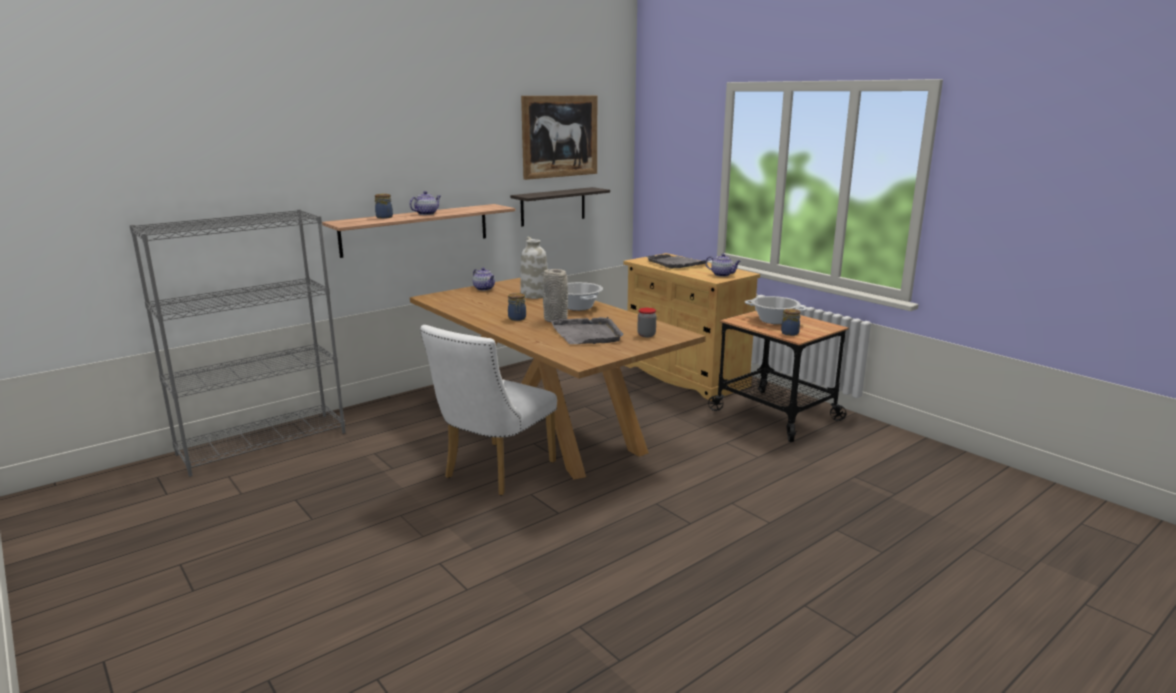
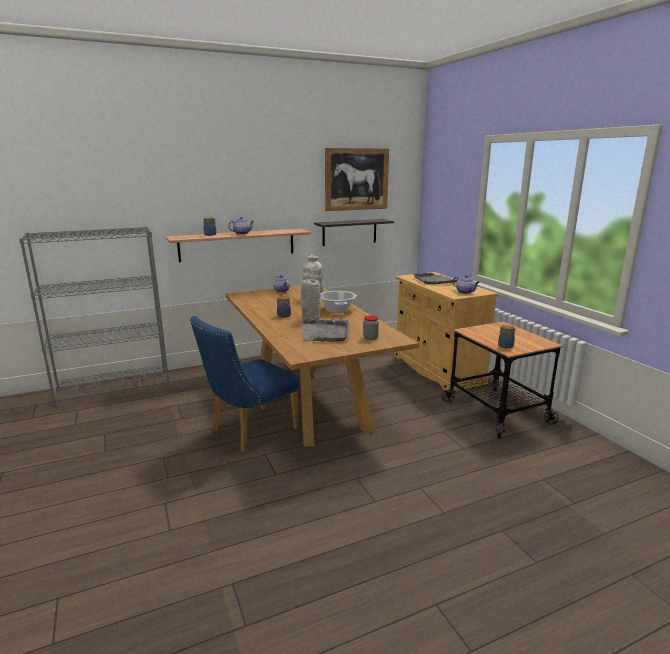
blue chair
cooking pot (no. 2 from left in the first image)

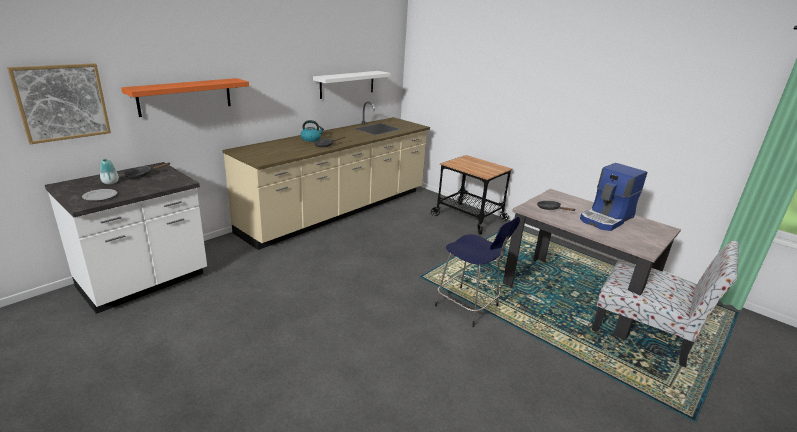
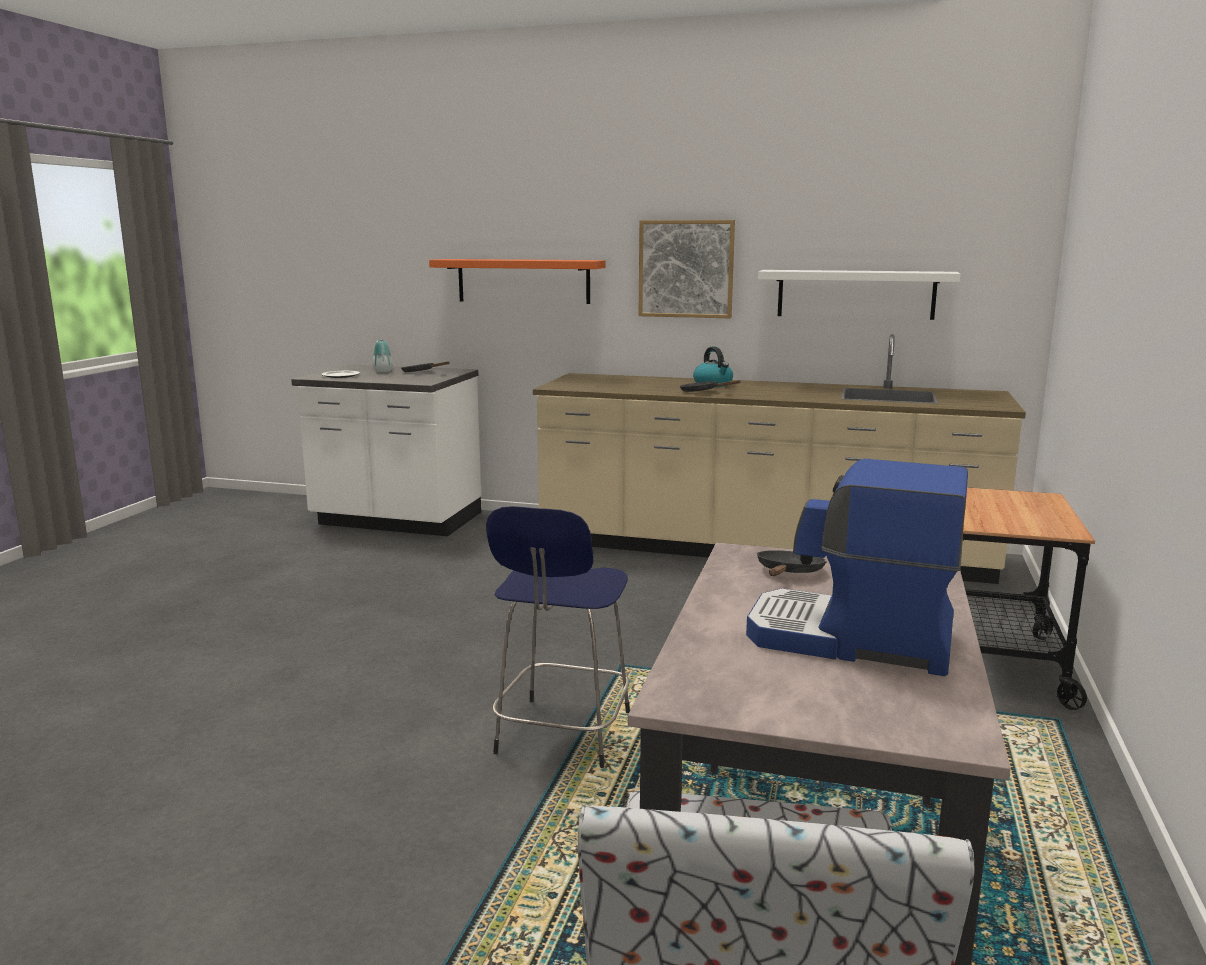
picture

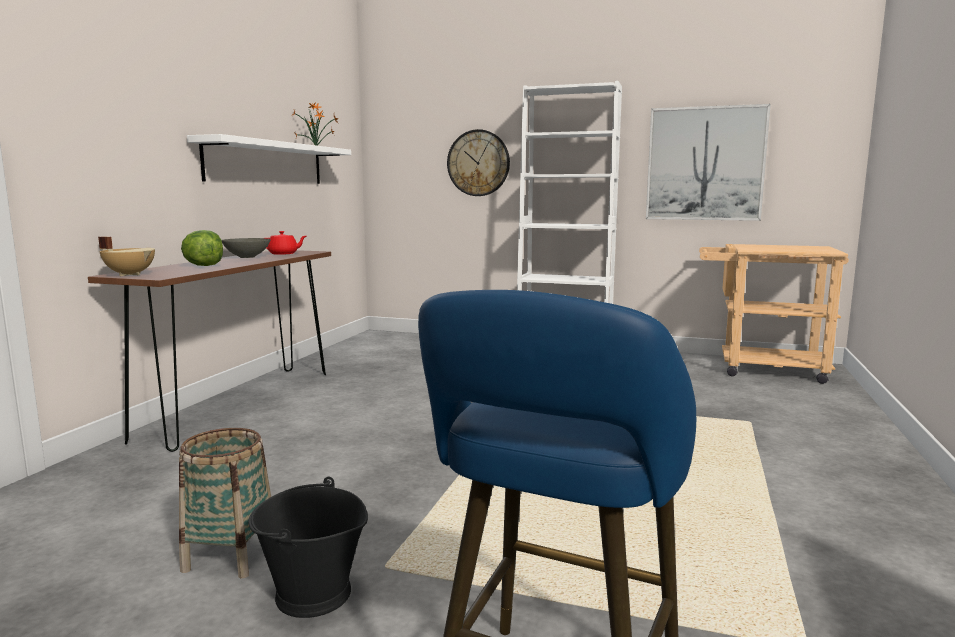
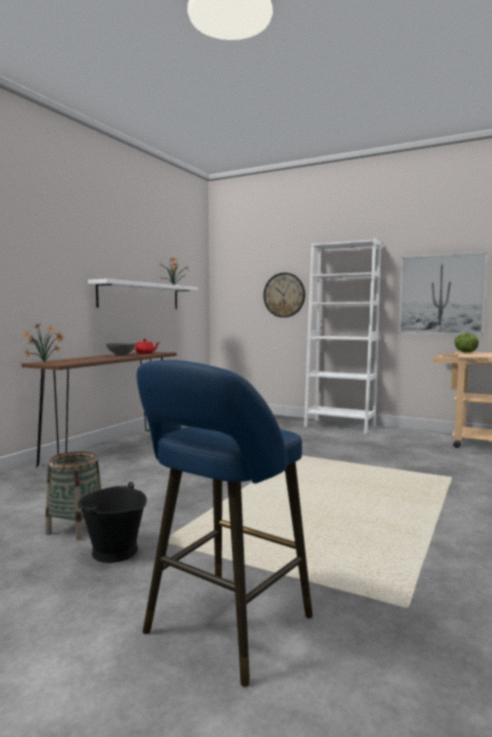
potted plant (no. 1 from left)
lettuce

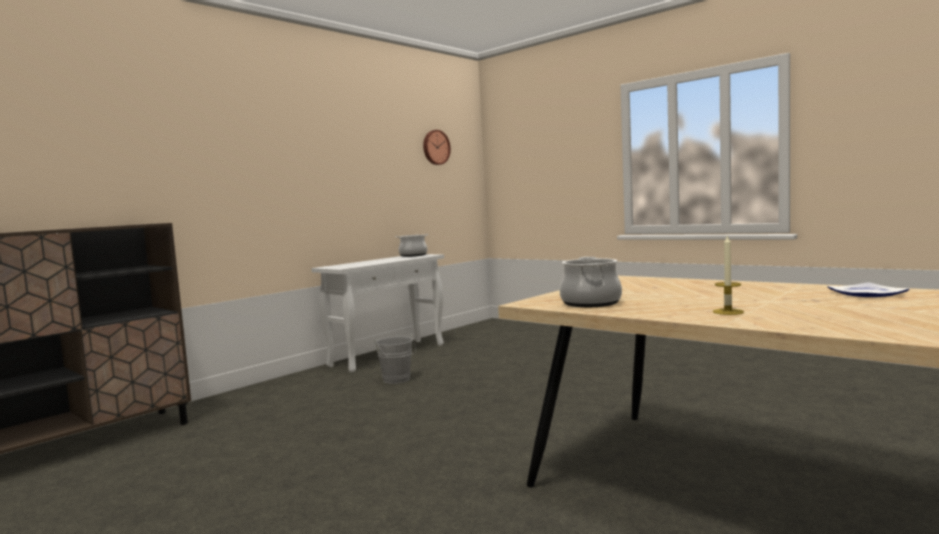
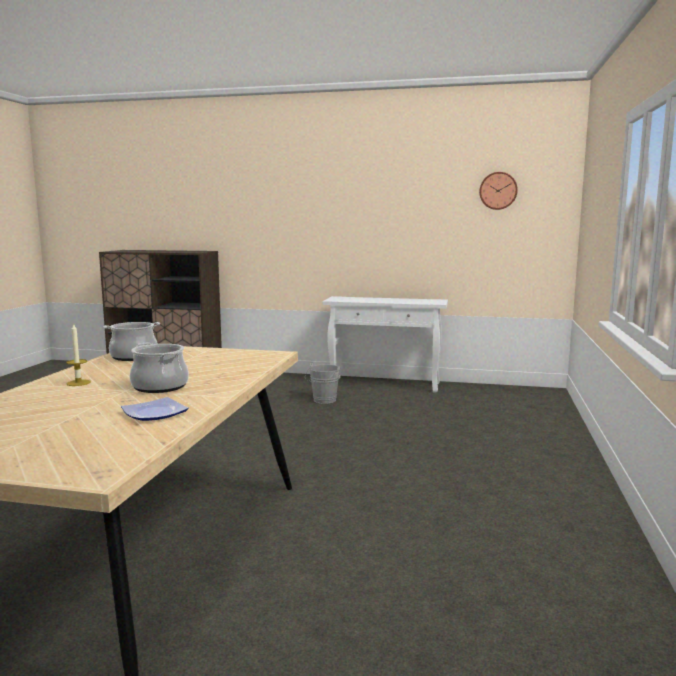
cooking pot (no. 2 from left)

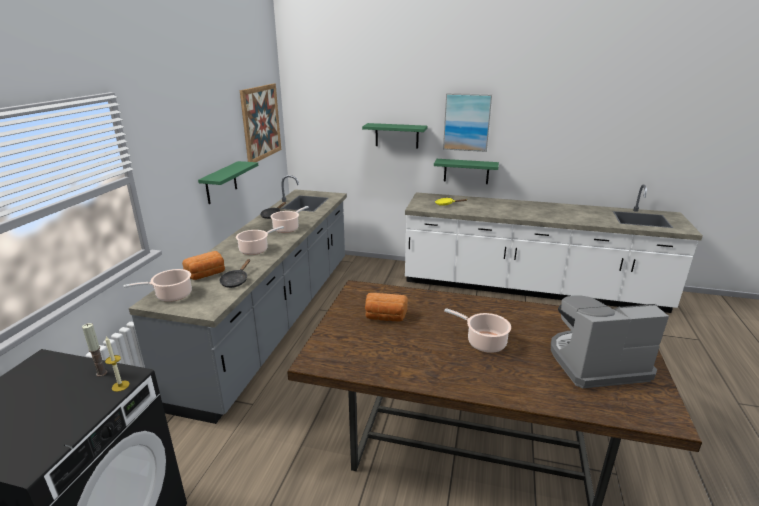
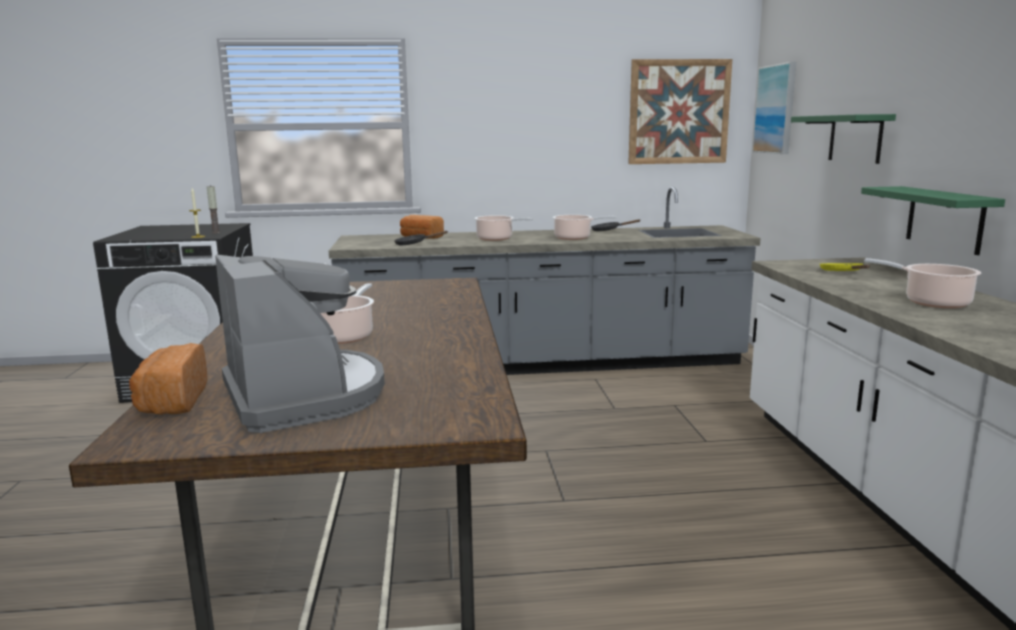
cooking pot (no. 4 from left)
green shelf (no. 1 from left in the first image)
bread (no. 1 from left)
picture (no. 2 from left)

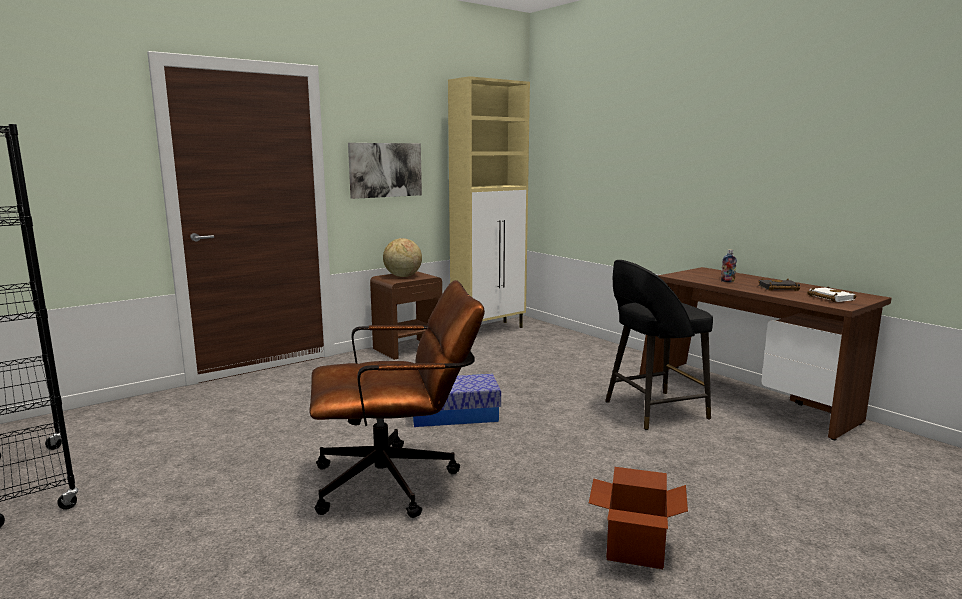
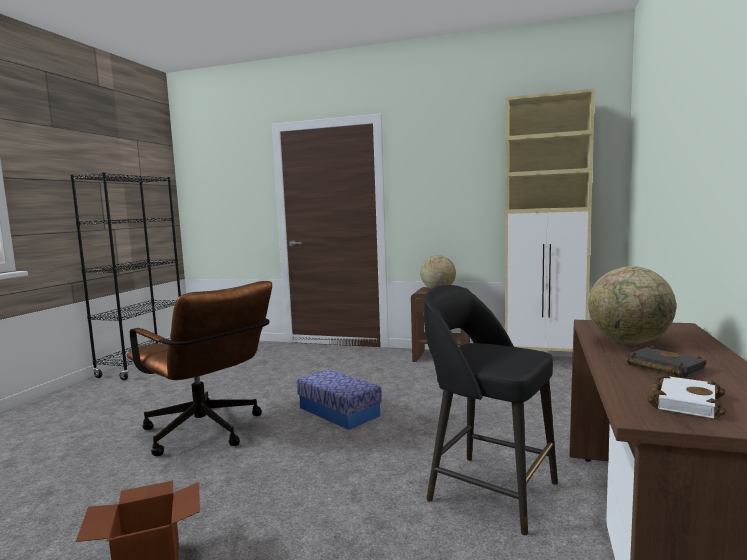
picture
globe (no. 2 from left)

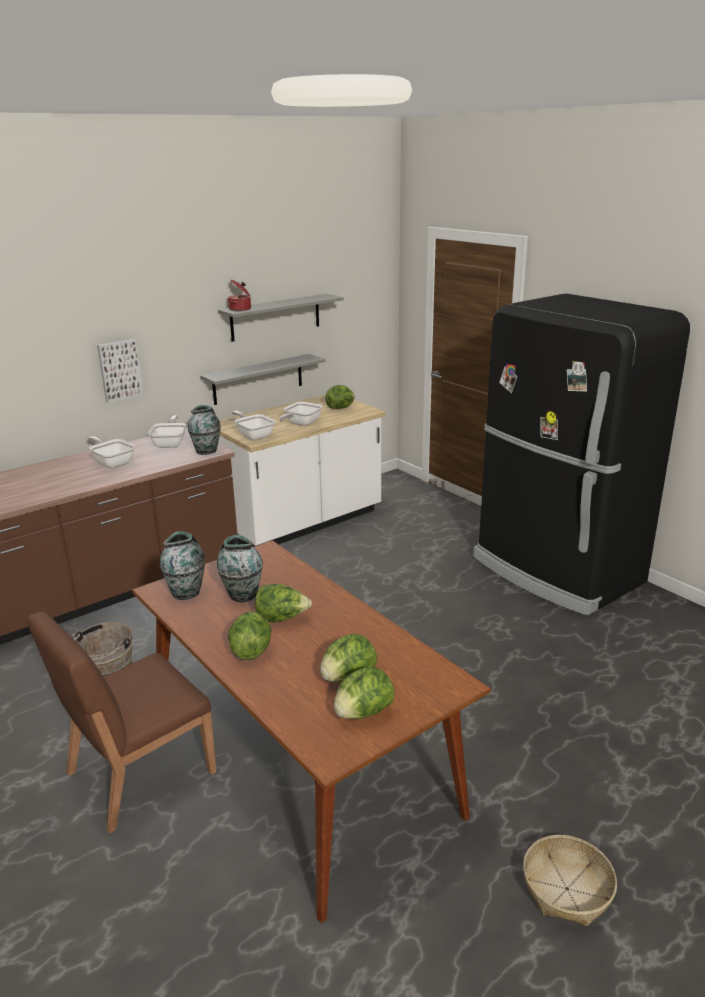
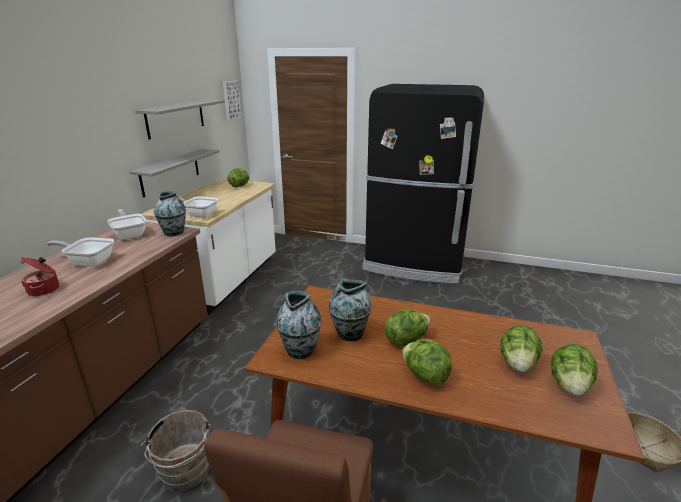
picture
cooking pot
frying pan (no. 4 from left in the first image)

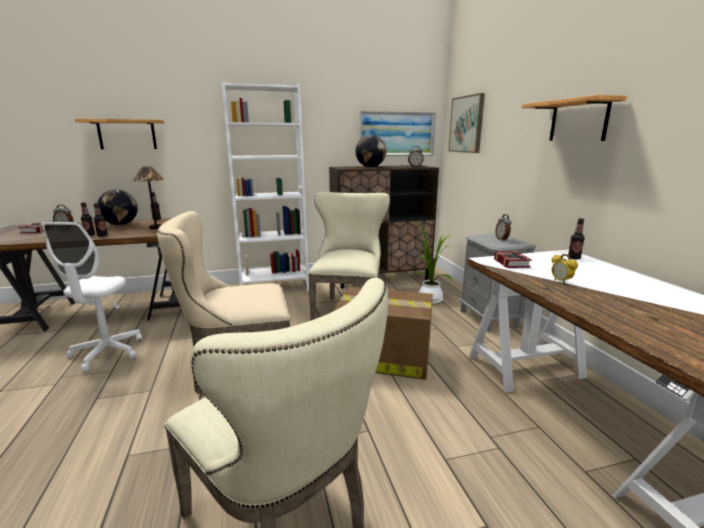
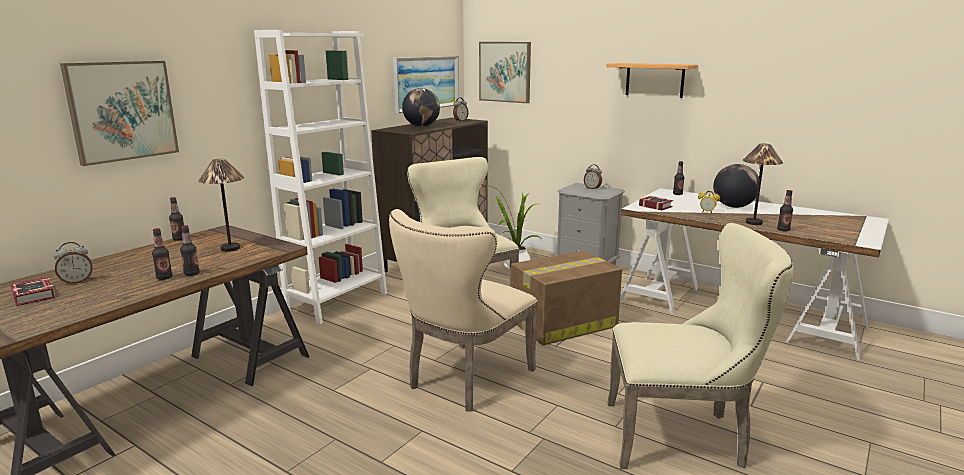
white office chair
picture (no. 1 from left)
globe (no. 2 from left)
table lamp (no. 2 from left)
bottle (no. 5 from left)

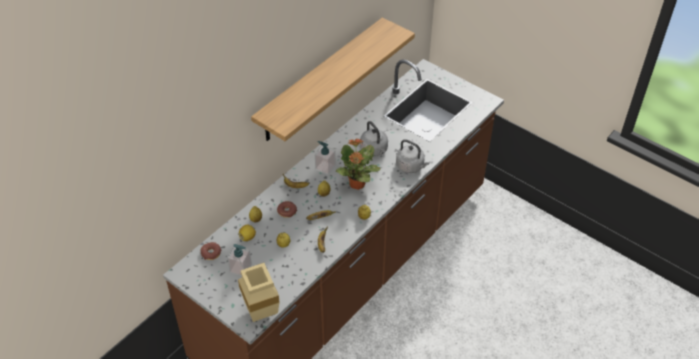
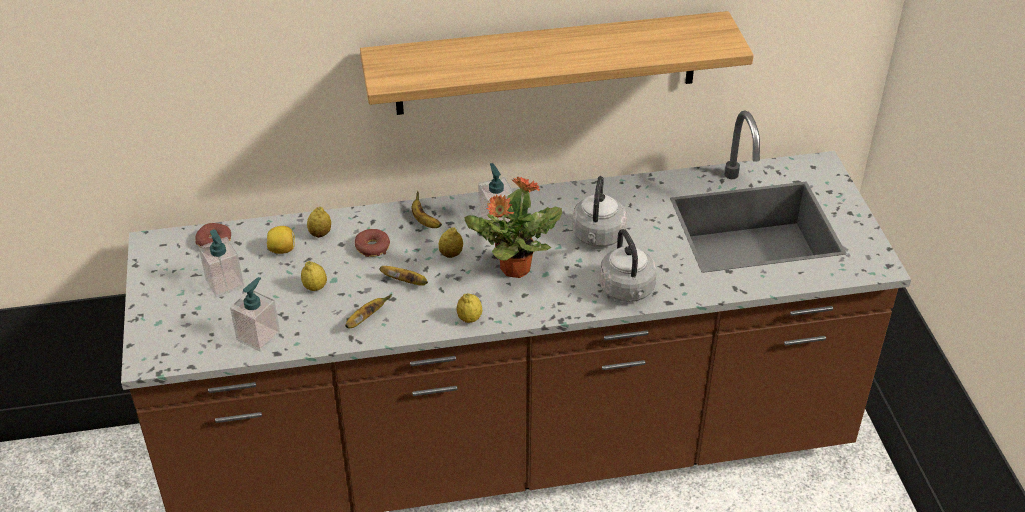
beige vase
soap dispenser (no. 2 from left)

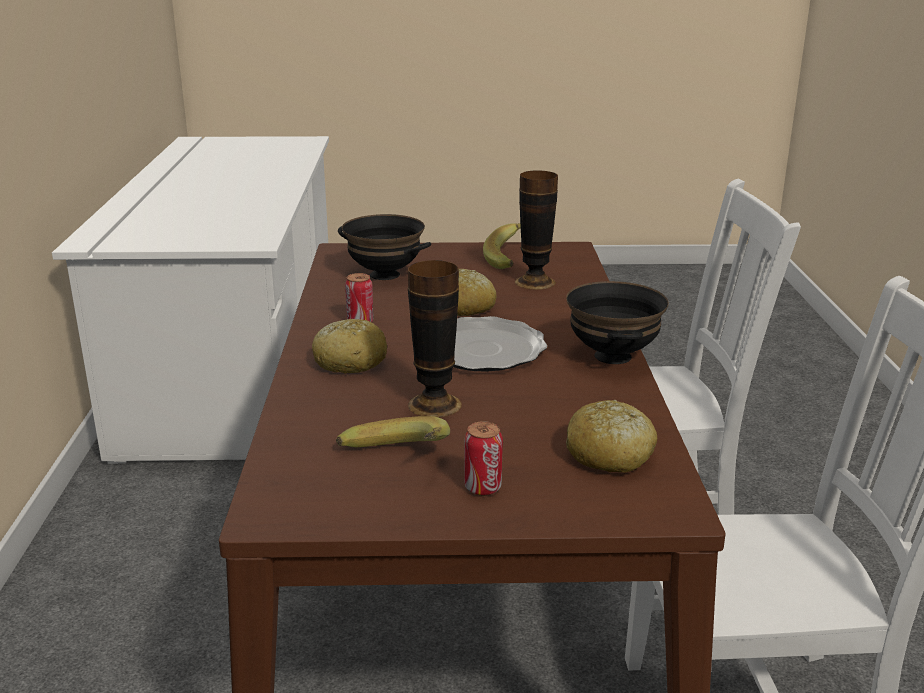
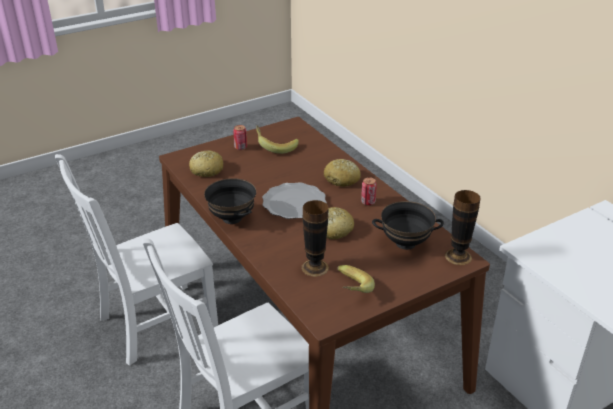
vase (no. 2 from left)

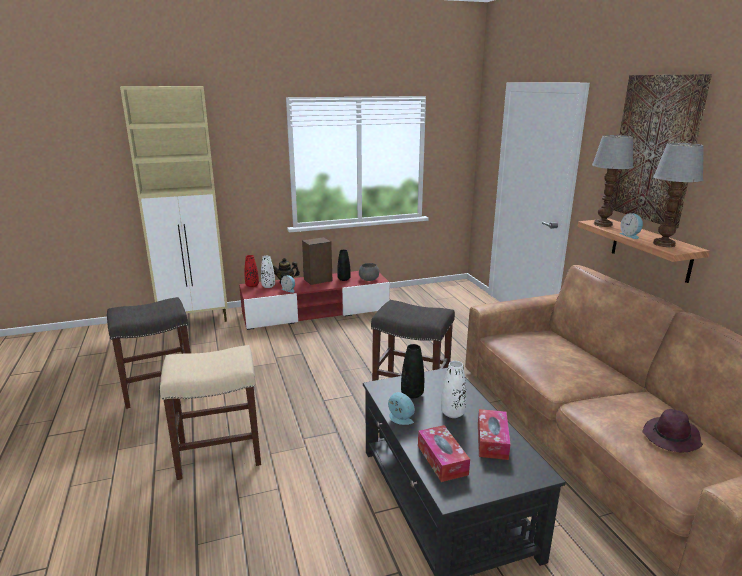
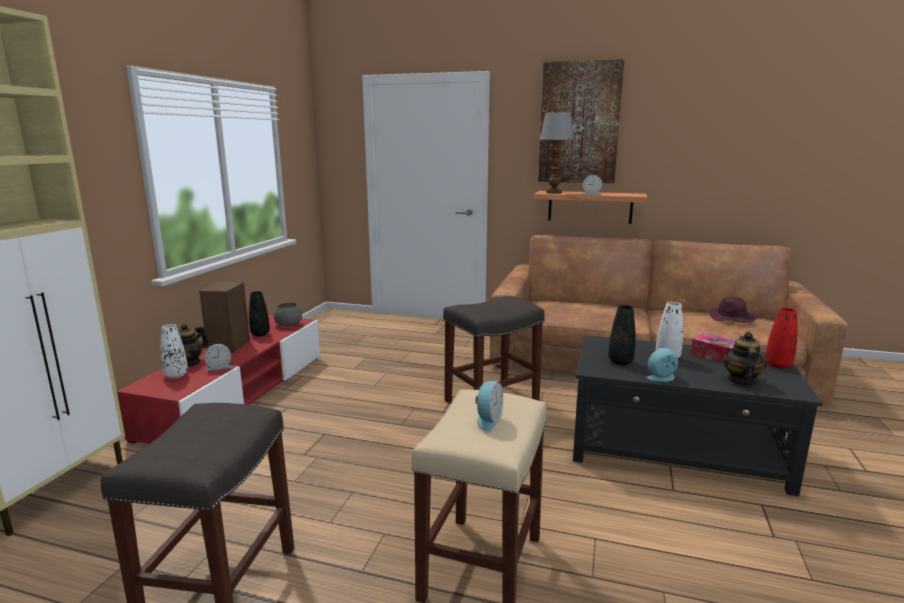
red vase
teapot (no. 2 from left)
table lamp (no. 2 from left in the first image)
alarm clock (no. 2 from left)

